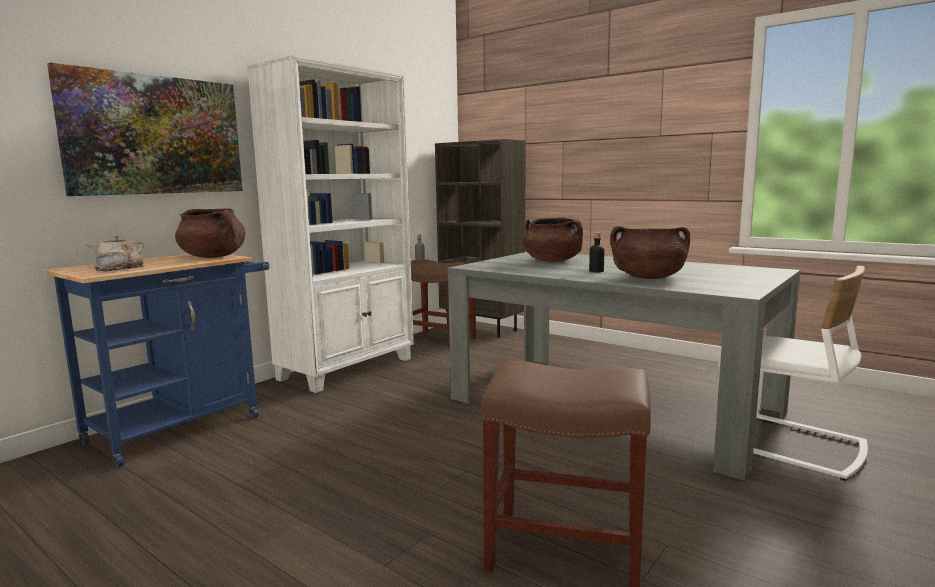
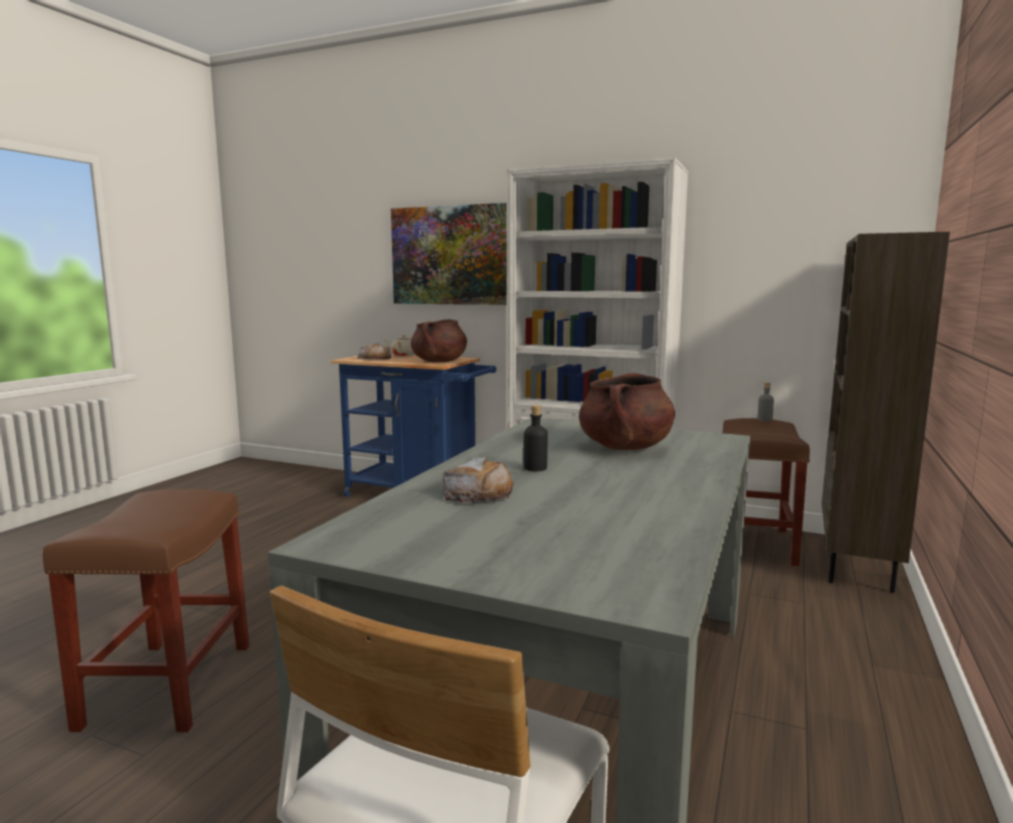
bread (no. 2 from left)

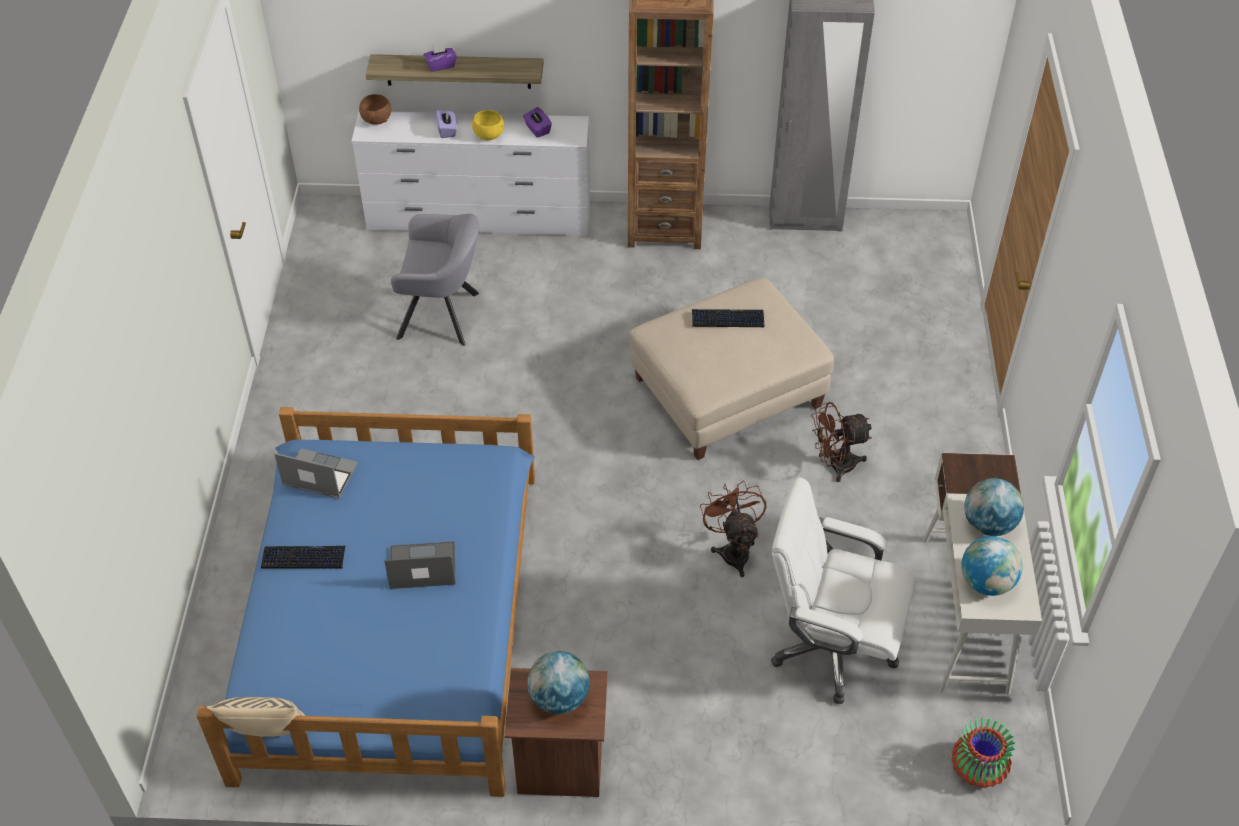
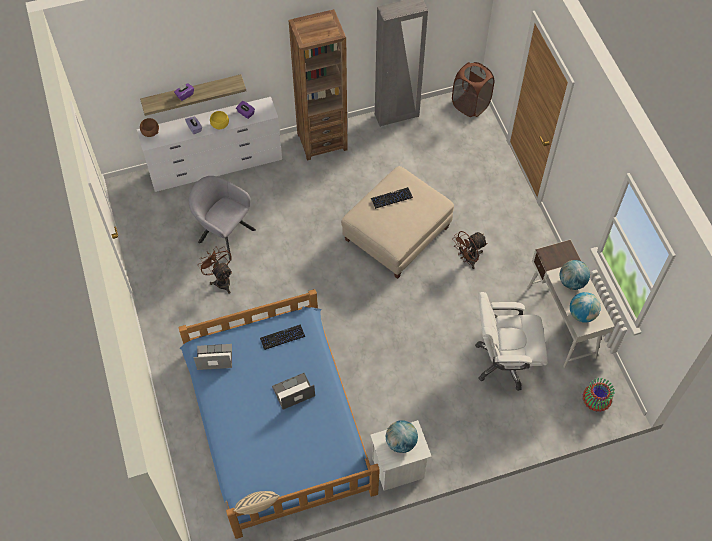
keyboard (no. 1 from left)
grey armchair
white nightstand
brown fan (no. 1 from left)
brown laundry basket

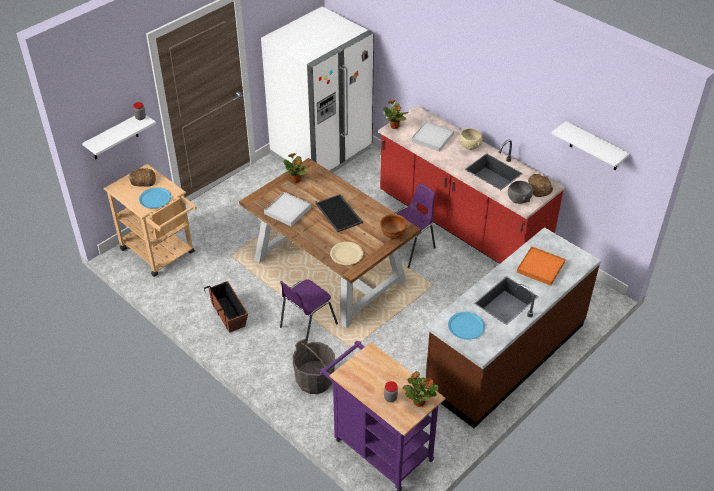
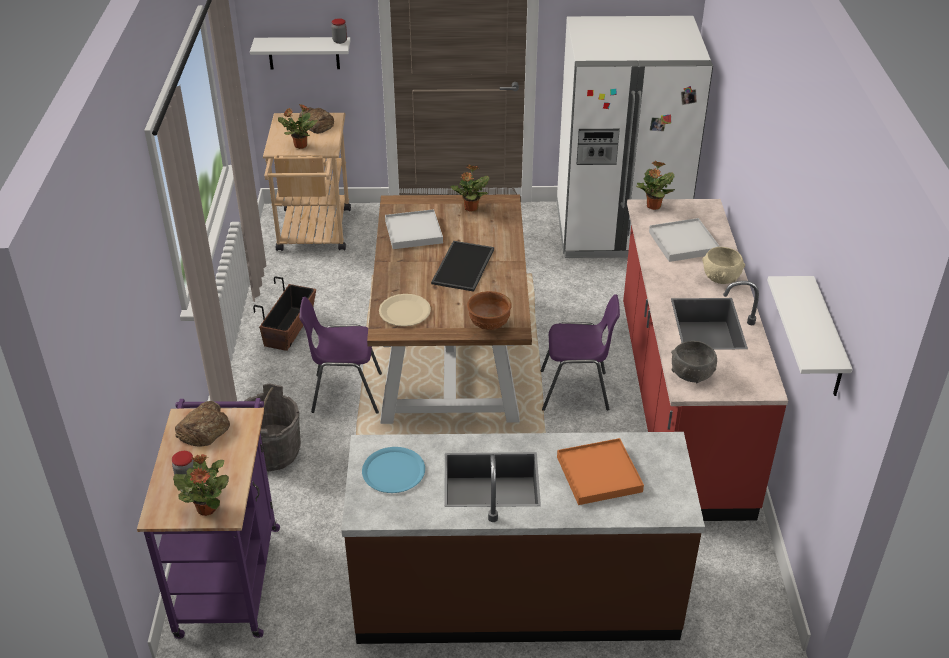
potted plant (no. 2 from left)
bread (no. 1 from left)

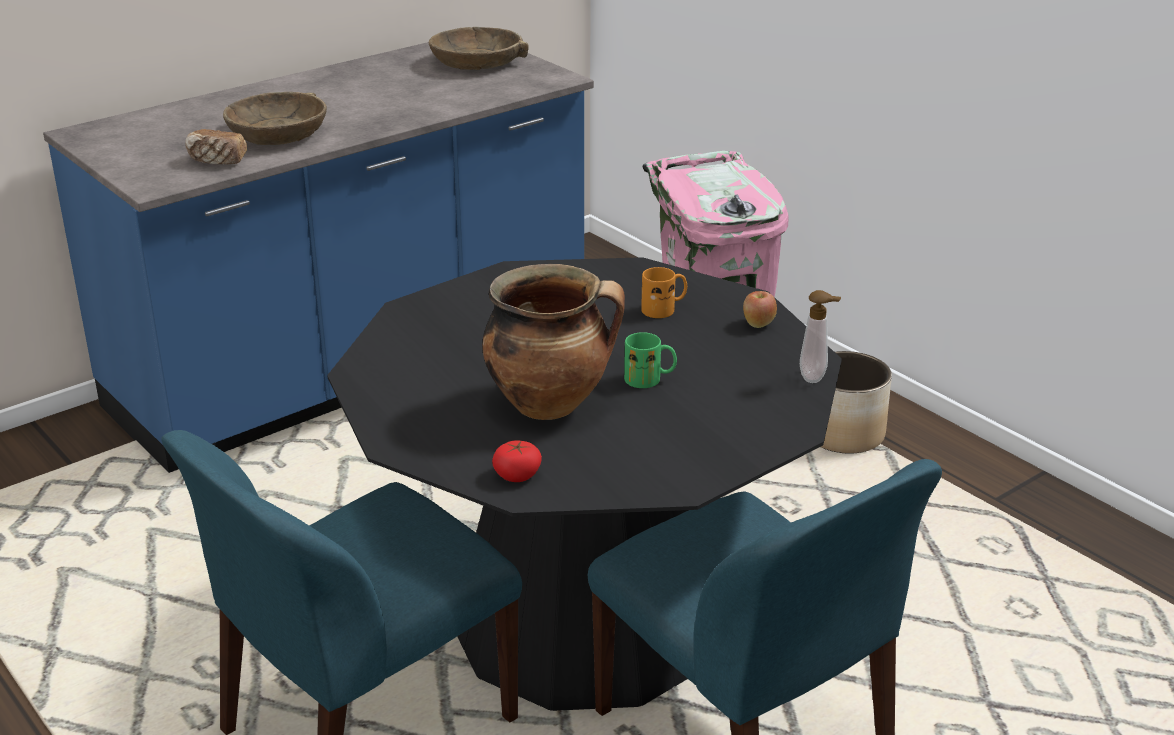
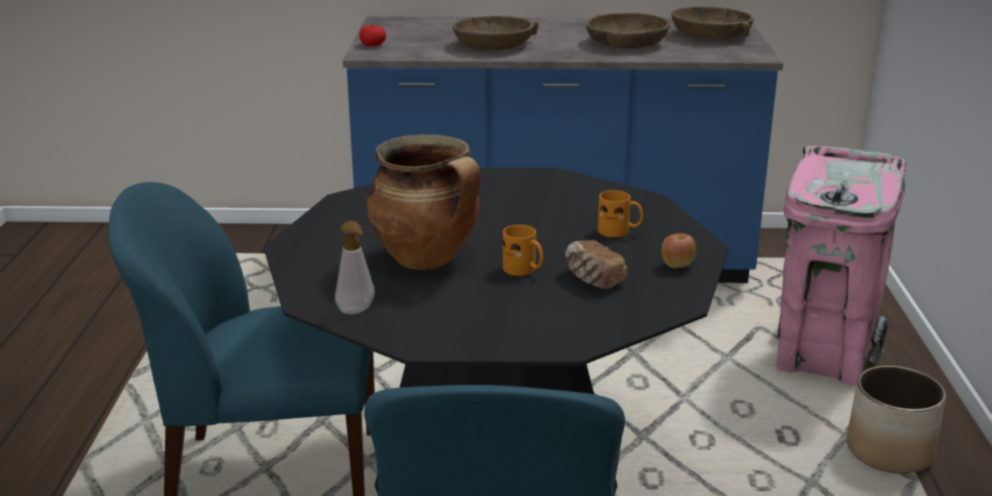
bread
tomato
orange mug (no. 1 from left)
soap dispenser
brown bowl (no. 2 from left)

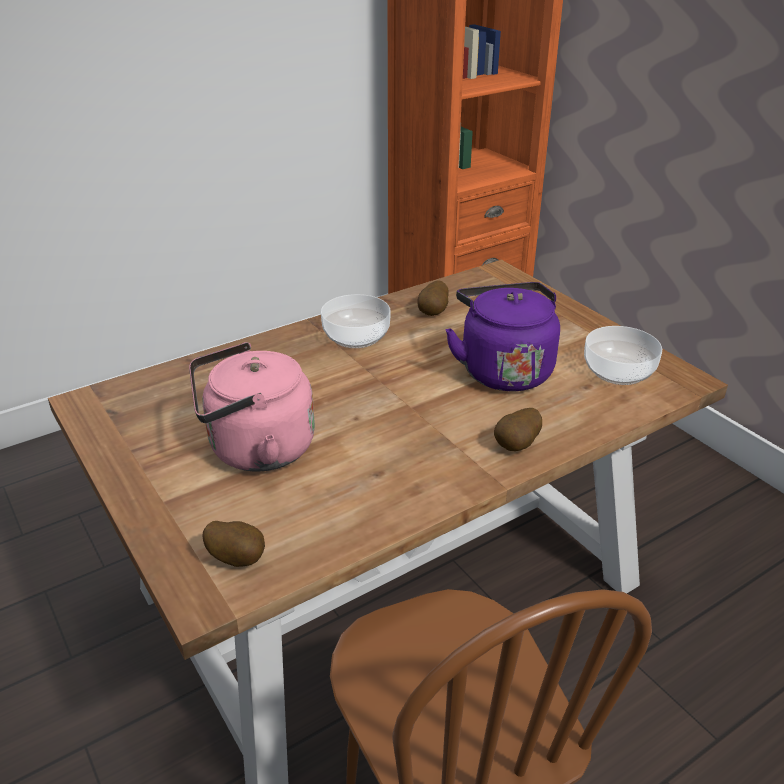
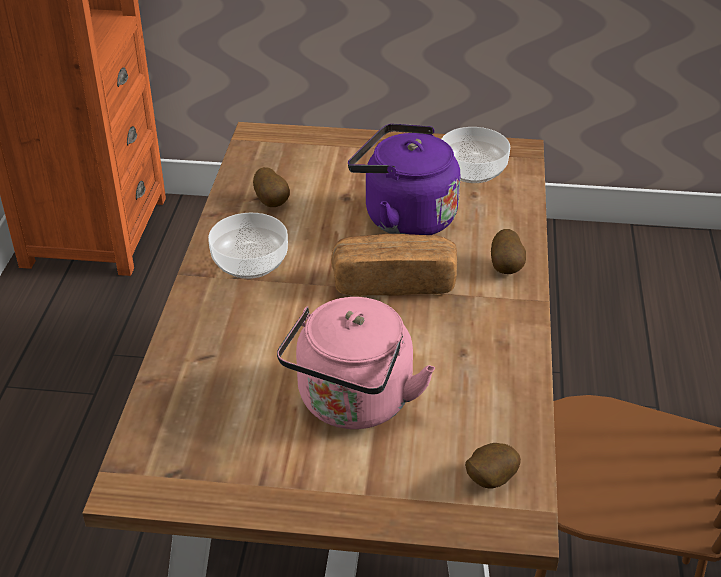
bread

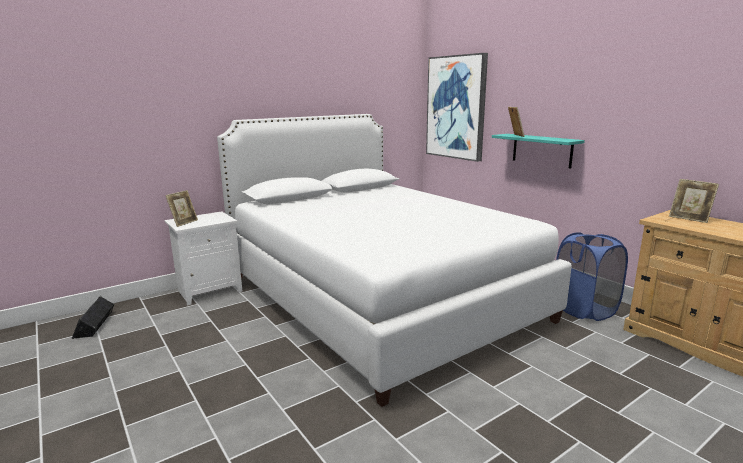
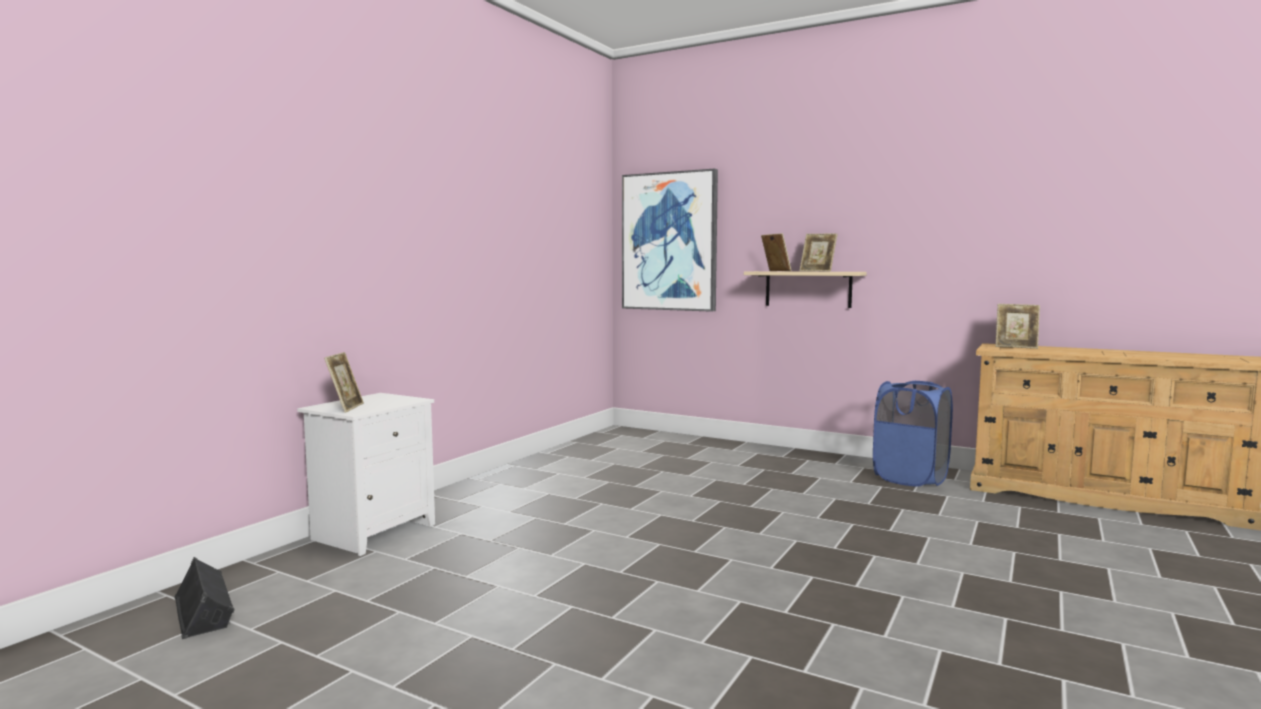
white bed
beige shelf
picture frame (no. 3 from left)

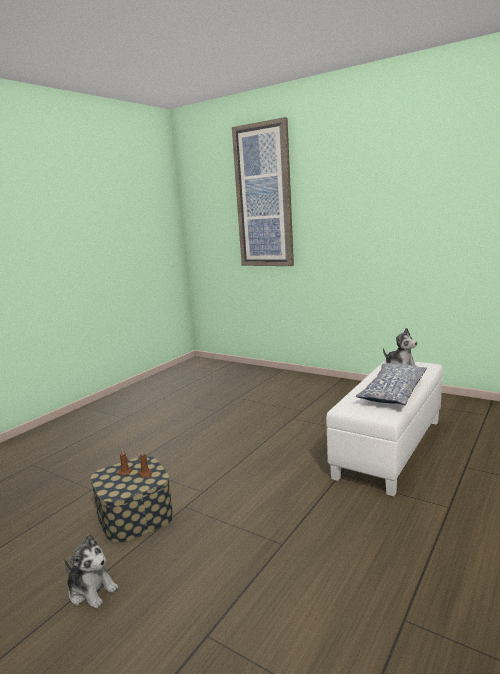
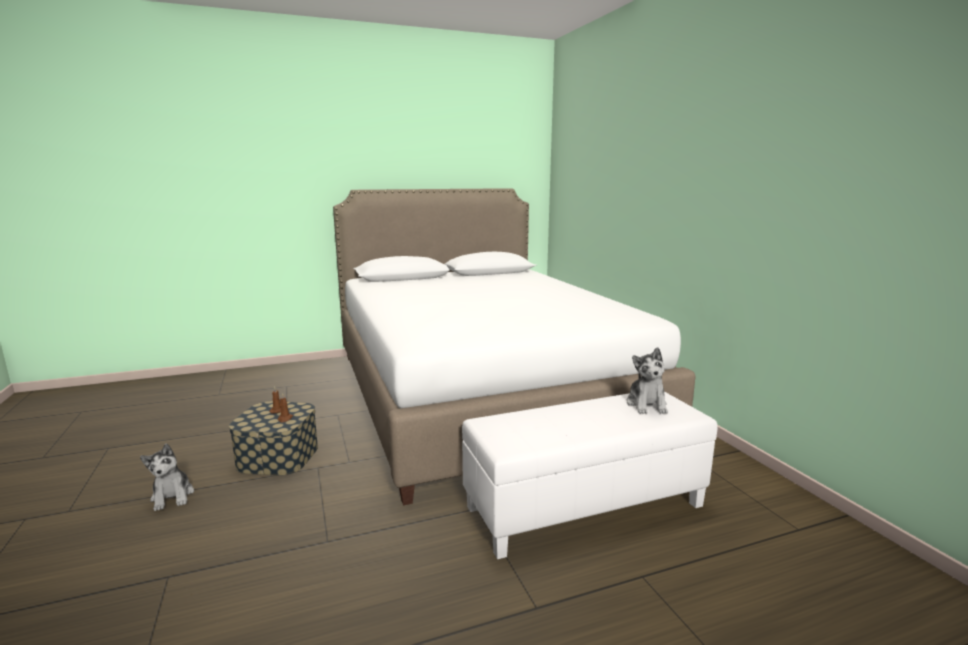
picture
pillow
white bed

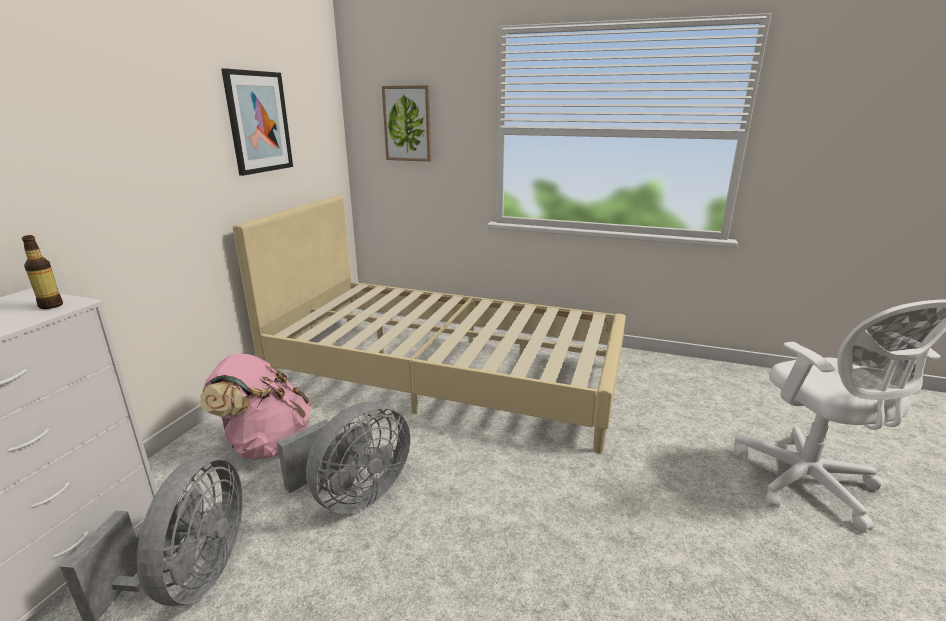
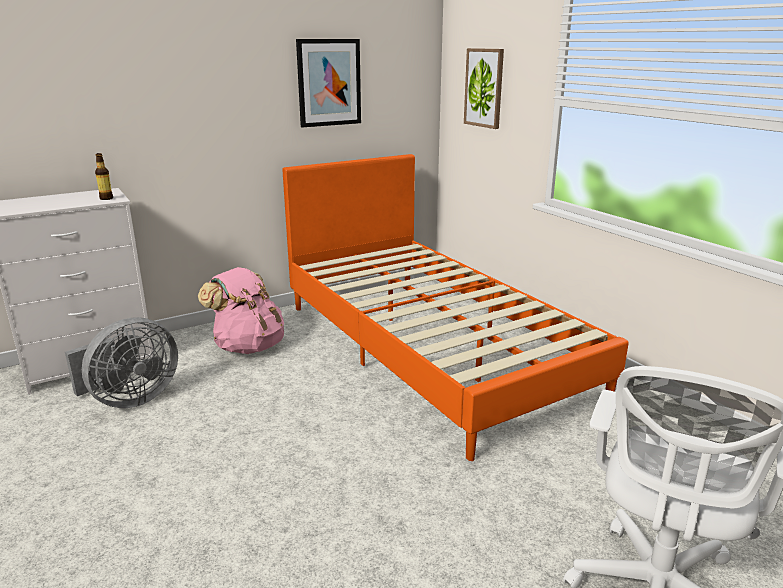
orange bed
grey fan (no. 2 from left in the first image)

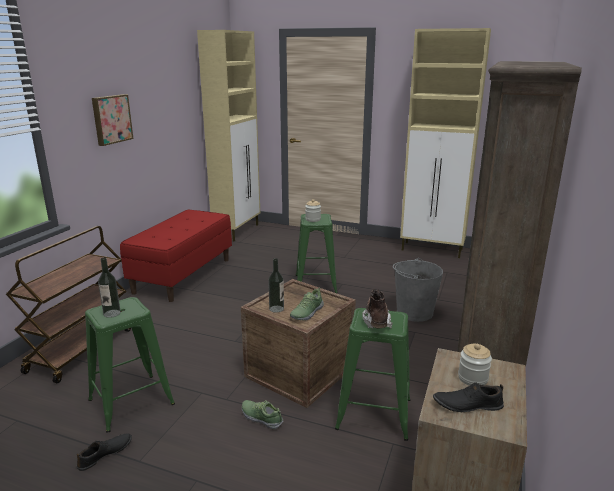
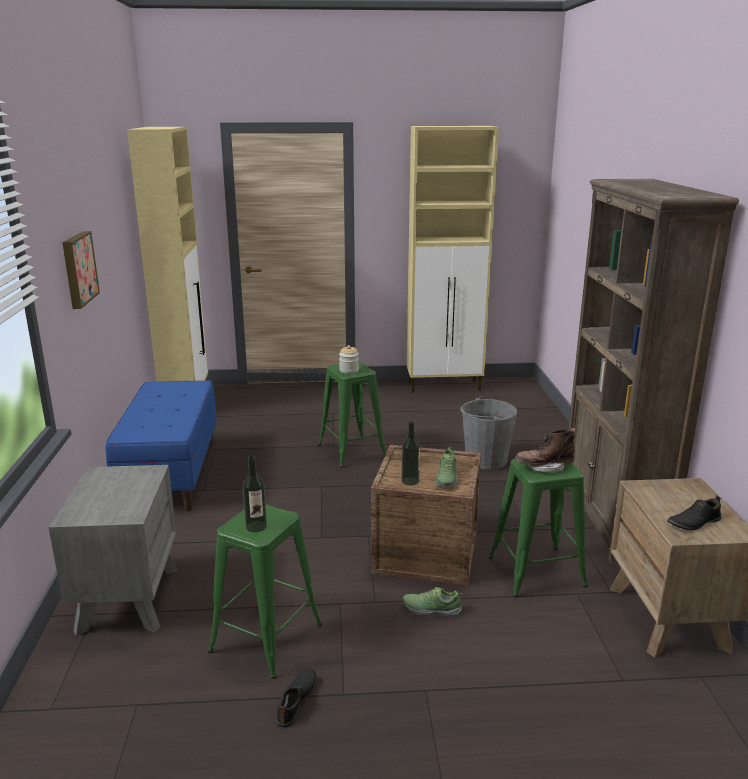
grey nightstand
blue bench
brown boot
jar (no. 2 from left in the first image)

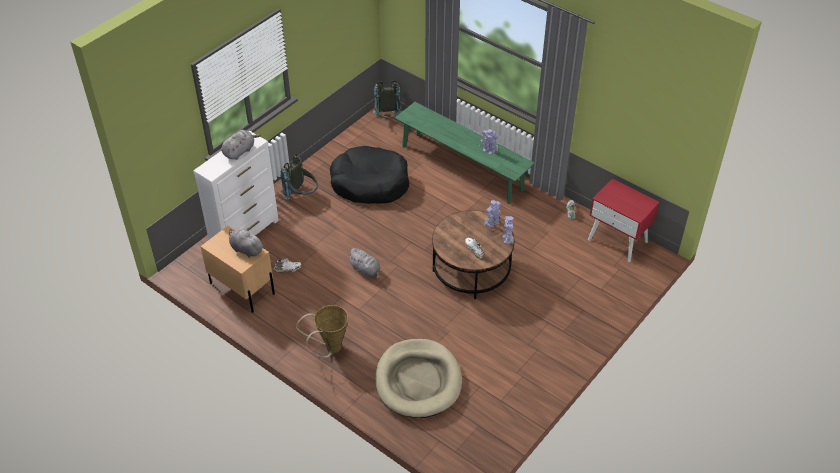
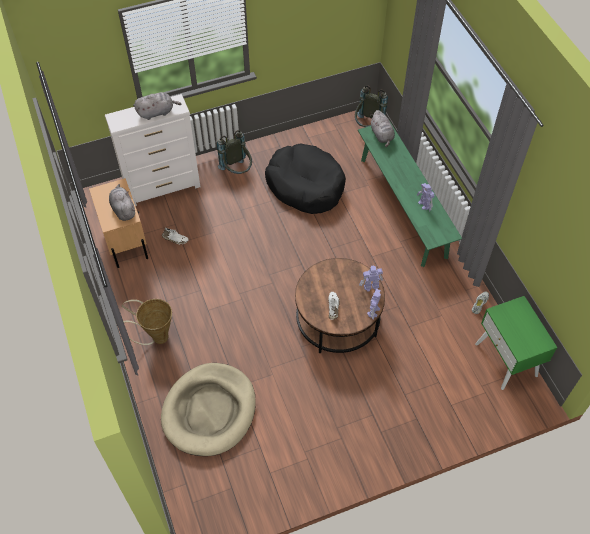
grey plush toy (no. 3 from left)
green nightstand

